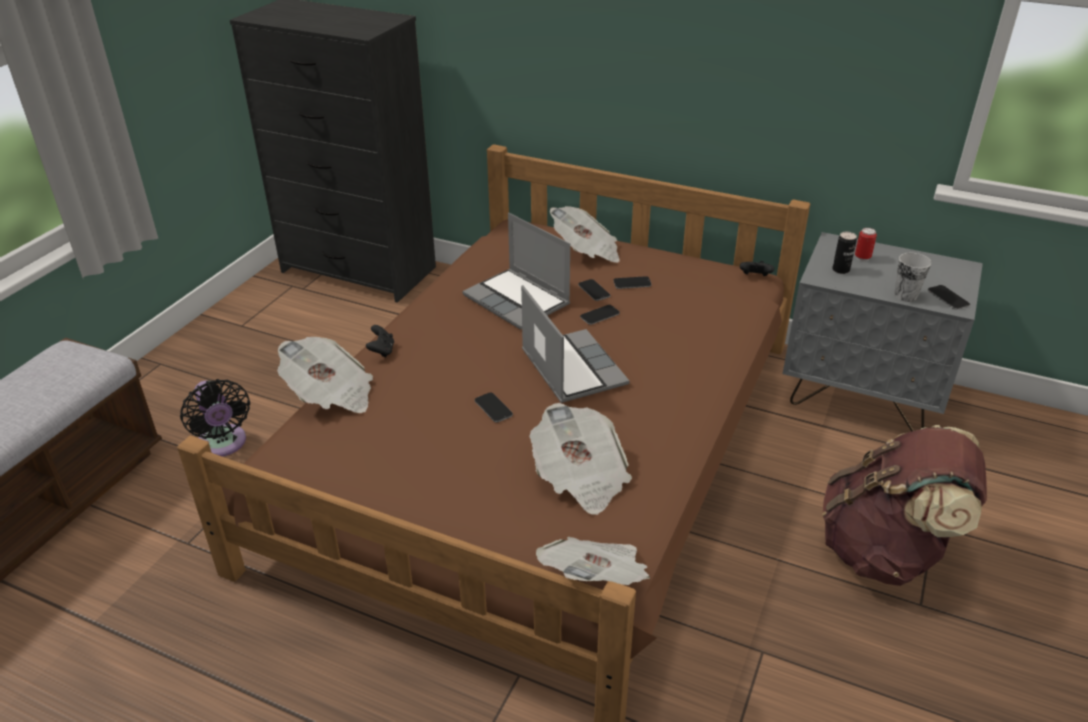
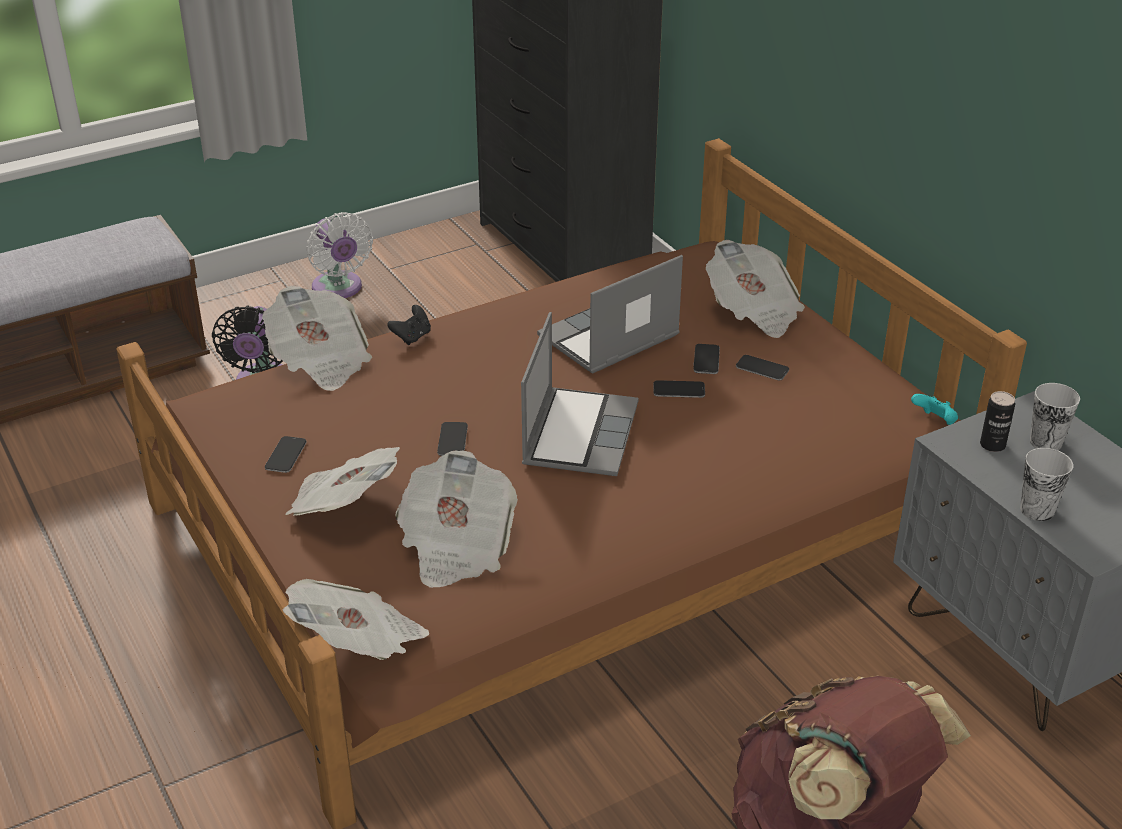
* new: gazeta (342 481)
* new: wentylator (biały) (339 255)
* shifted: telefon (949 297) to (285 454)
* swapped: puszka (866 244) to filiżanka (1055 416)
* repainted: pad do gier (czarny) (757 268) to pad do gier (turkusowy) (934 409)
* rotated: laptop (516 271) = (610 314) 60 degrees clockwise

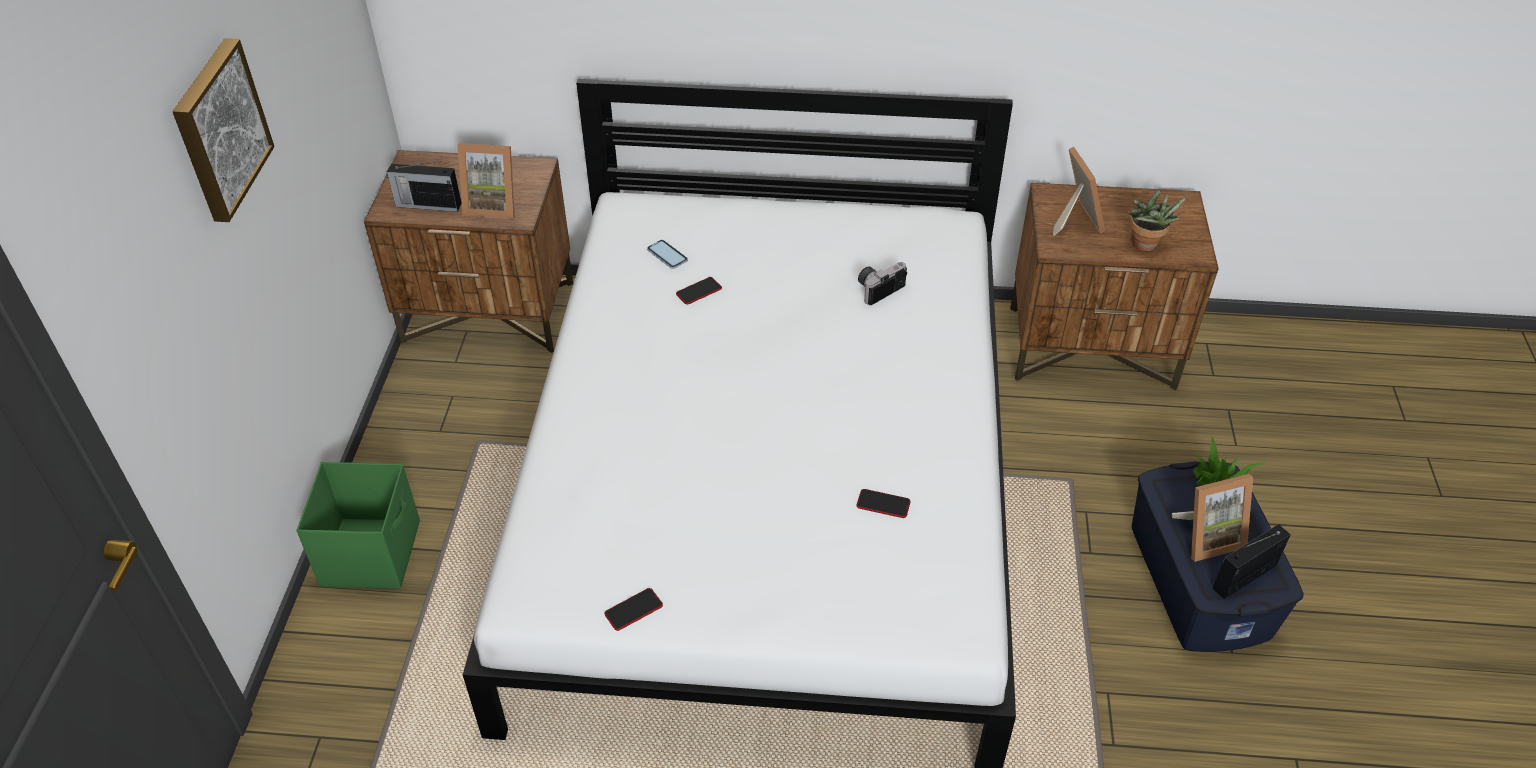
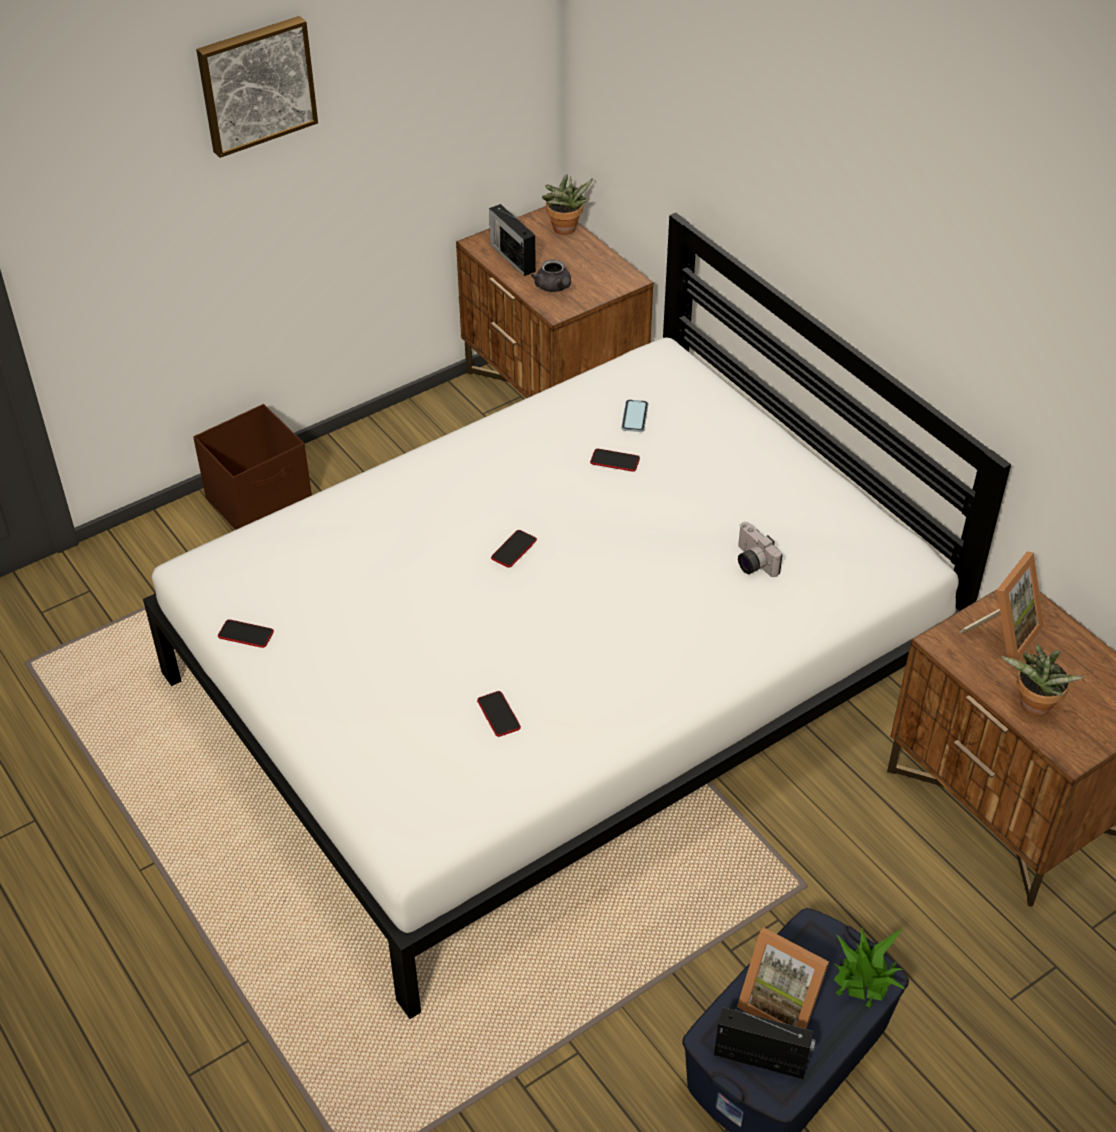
* new: telefon (514 549)
* new: roślina doniczkowa (567 204)
* swapped: ramka na zdjęcie (486 181) to imbryk (szary) (551 275)
* repainted: pojemnik do przechowywania (zielony) (358 525) to pojemnik do przechowywania (brązowy) (252 467)
* rotated: aparat fotograficzny (882 283) = (760 549) 135 degrees counterclockwise

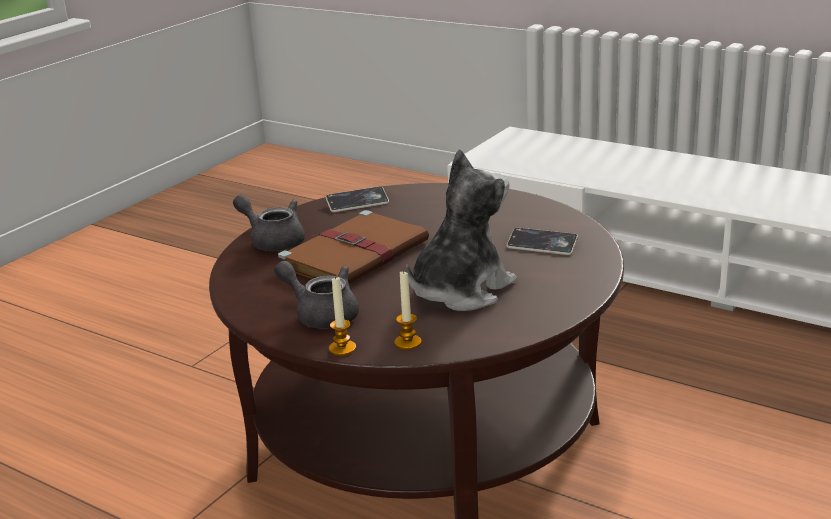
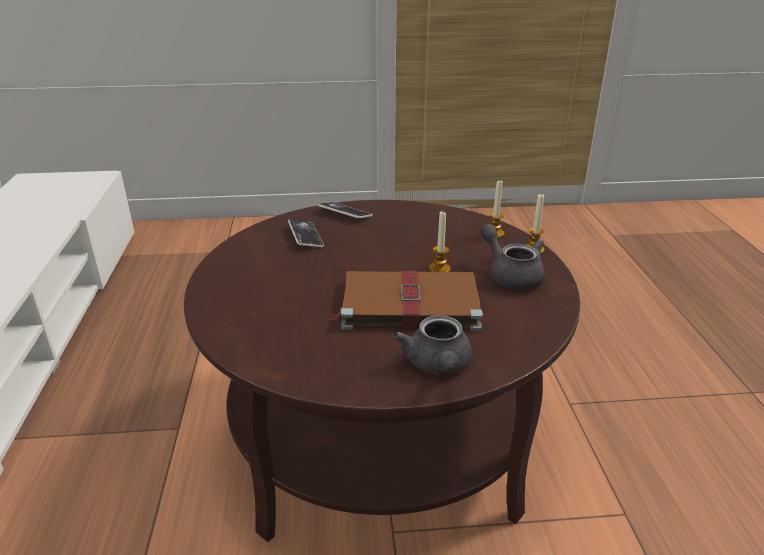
* gone: pluszak (461 230)
* new: świeca (440 241)
* shifted: telefon (357 199) to (345 210)
* rotated: imbryk (szary) (316 294) = (513 257) 150 degrees clockwise

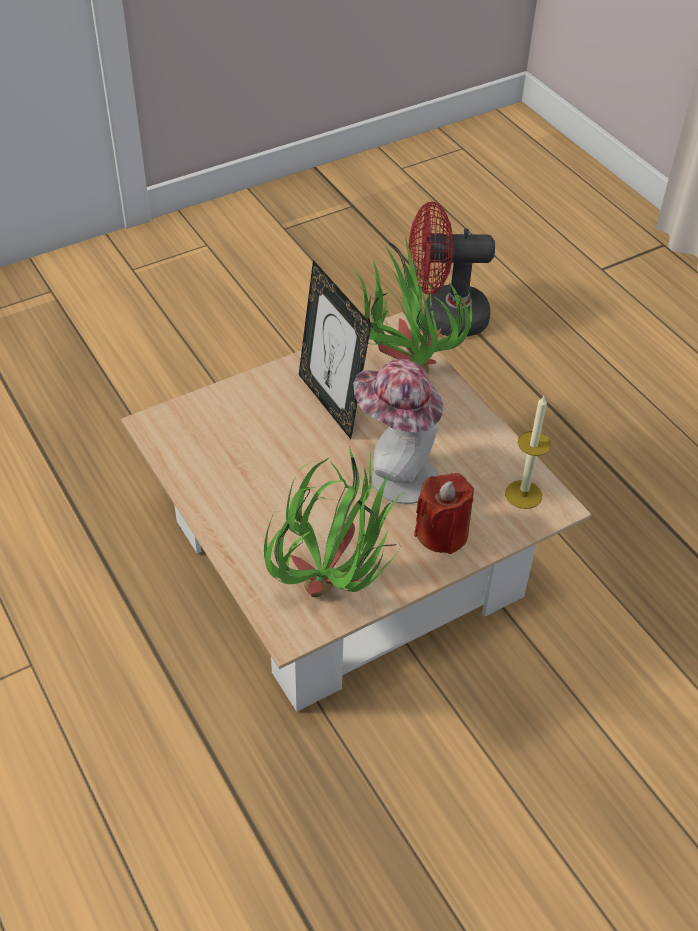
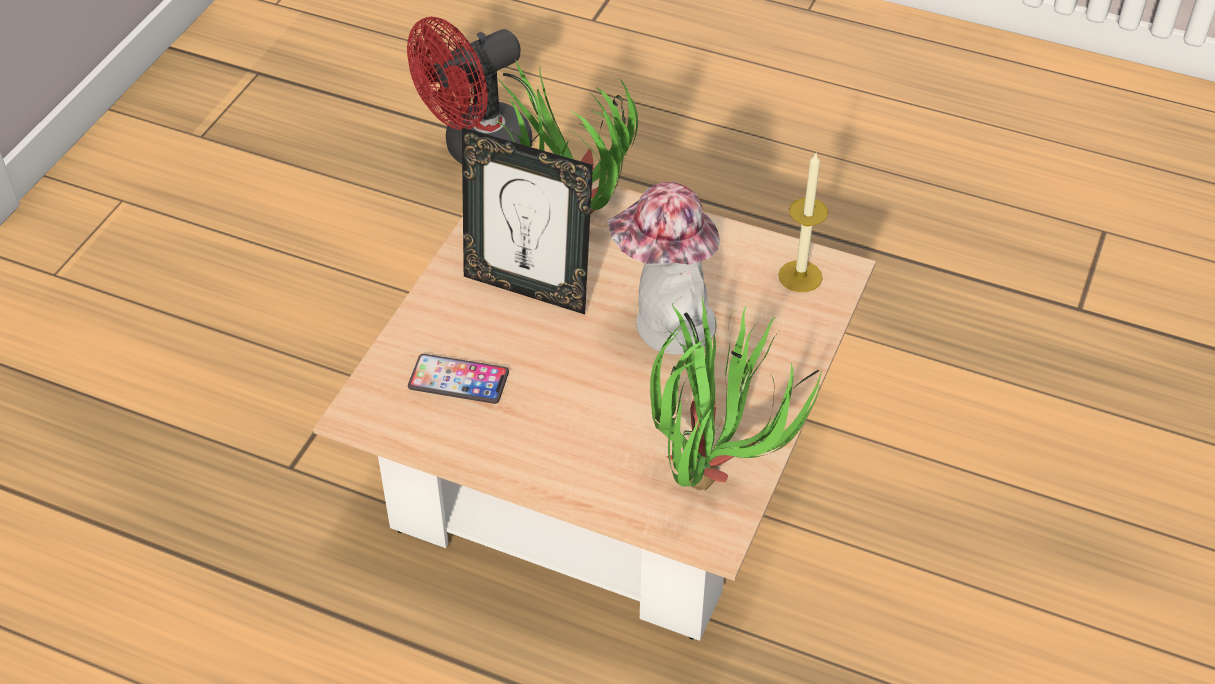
* gone: świeca (czerwony) (444 513)
* new: telefon (458 379)

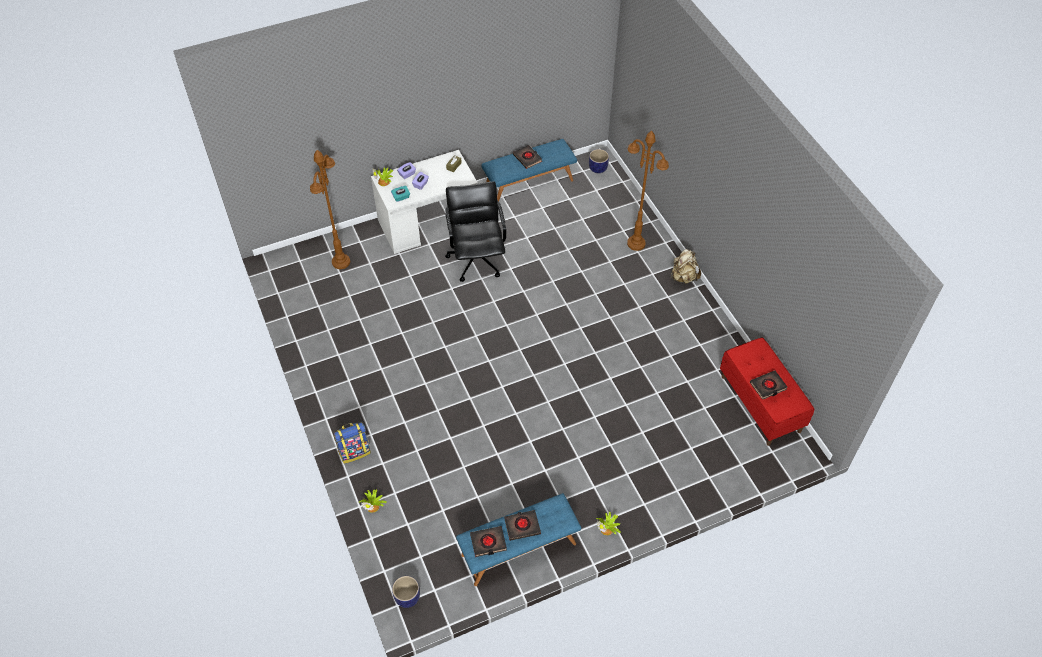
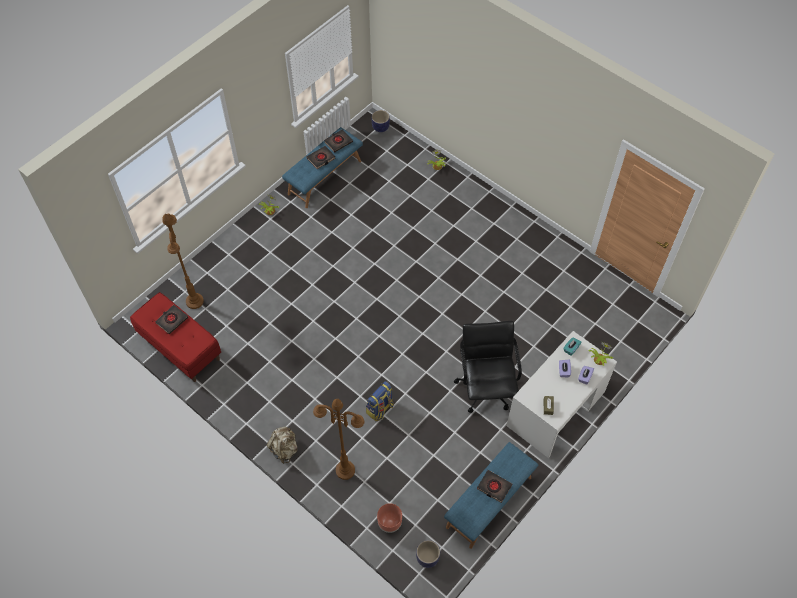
* new: donica (brązowy) (389 518)
* shifted: lampa stojąca (brązowy) (330 209) to (183 261)
* shifted: plecak (352 443) to (380 401)
* rotated: krzesło biurowe (czarny) (475 231) = (488 367) 150 degrees counterclockwise

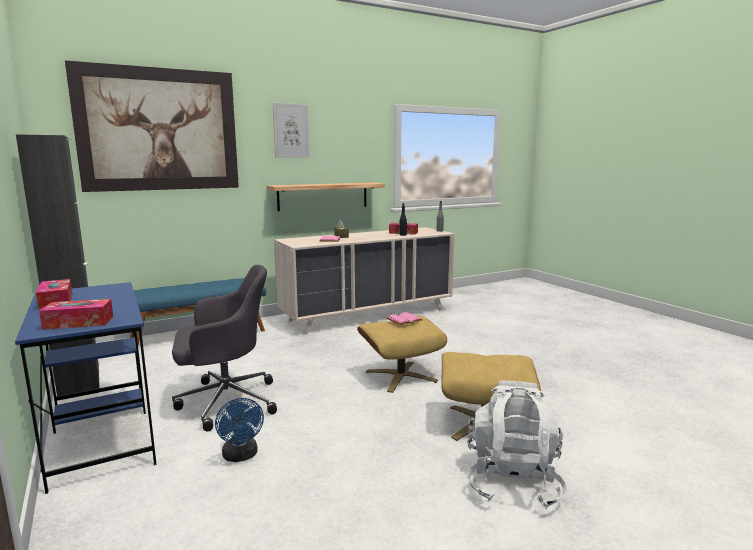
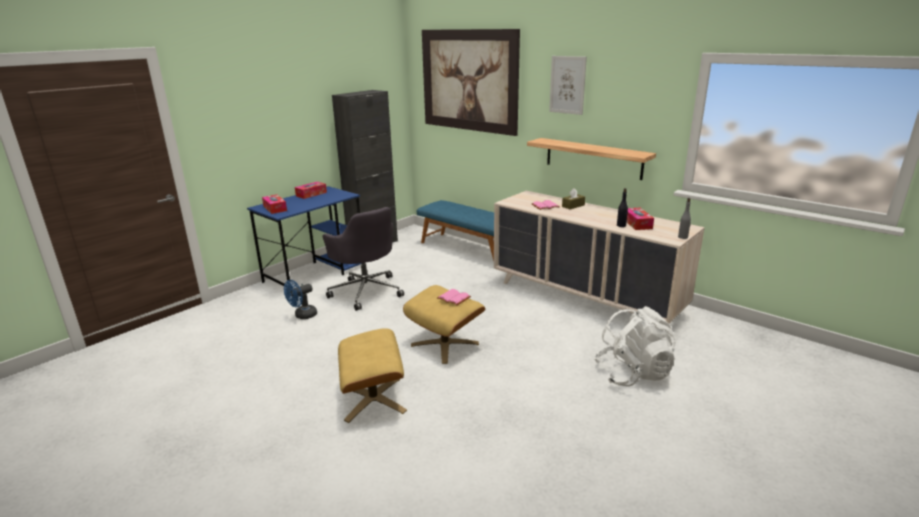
* shifted: plecak (biały) (517 445) to (635 346)

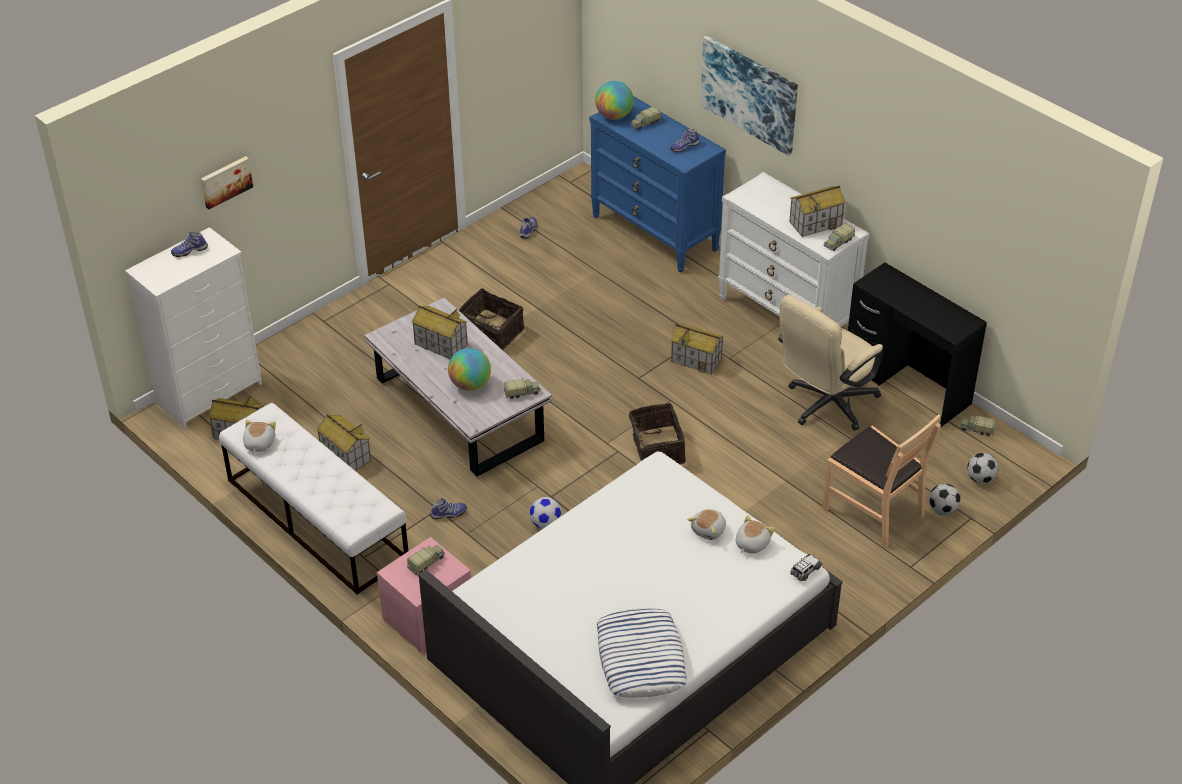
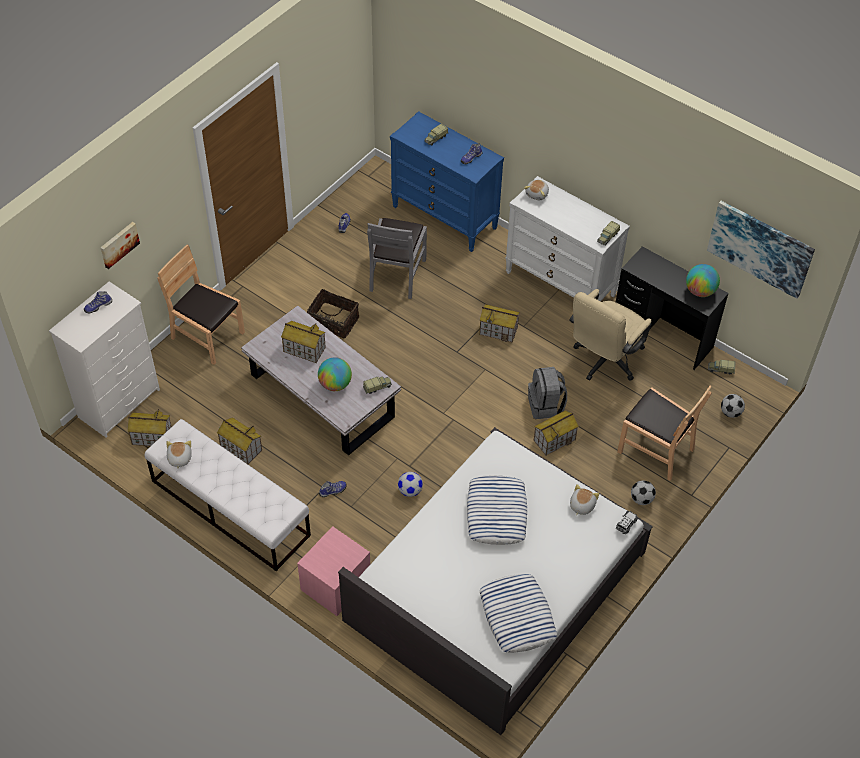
* gone: ciężarówka zabawkowa (426 560)
* gone: koszyk (657 433)
* new: krzesło (brązowy) (201 304)
* new: krzesło (szary) (397 258)
* new: poduszka (497 510)
* new: plecak (szary) (547 393)
* shifted: globus (614 100) to (703 280)
* shifted: pluszak (707 524) to (536 190)
* shifted: obraz (749 96) to (761 250)
* shifted: domek (817 211) to (556 433)
* shifted: piłka futbolowa (945 499) to (643 492)

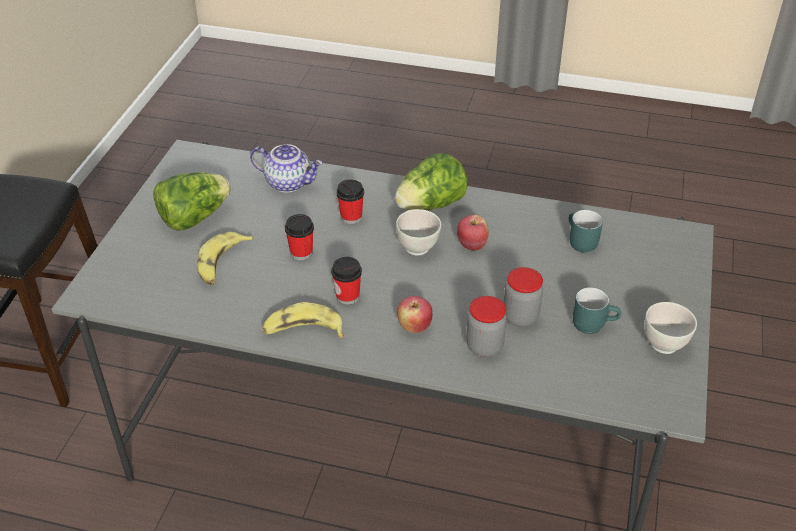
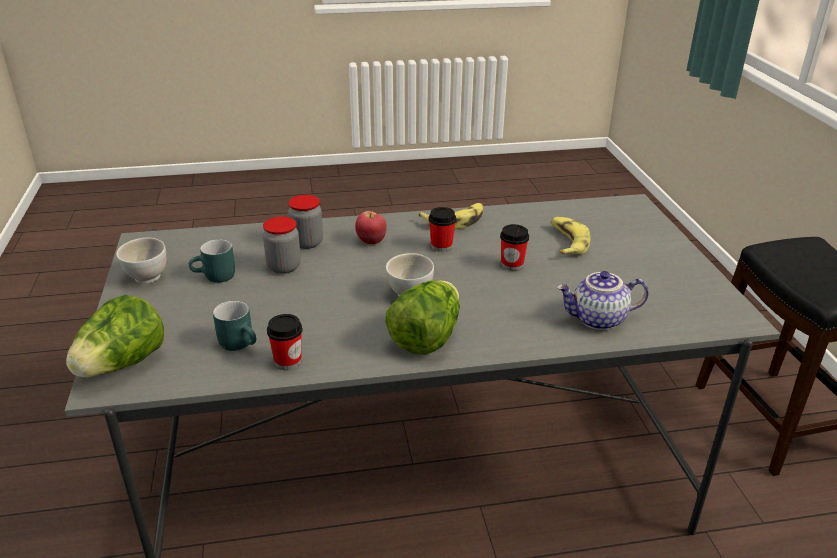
* gone: jabłko (473 233)
* shifted: sałata (192 201) to (115 336)
* shifted: filiżanka (350 201) to (285 342)

